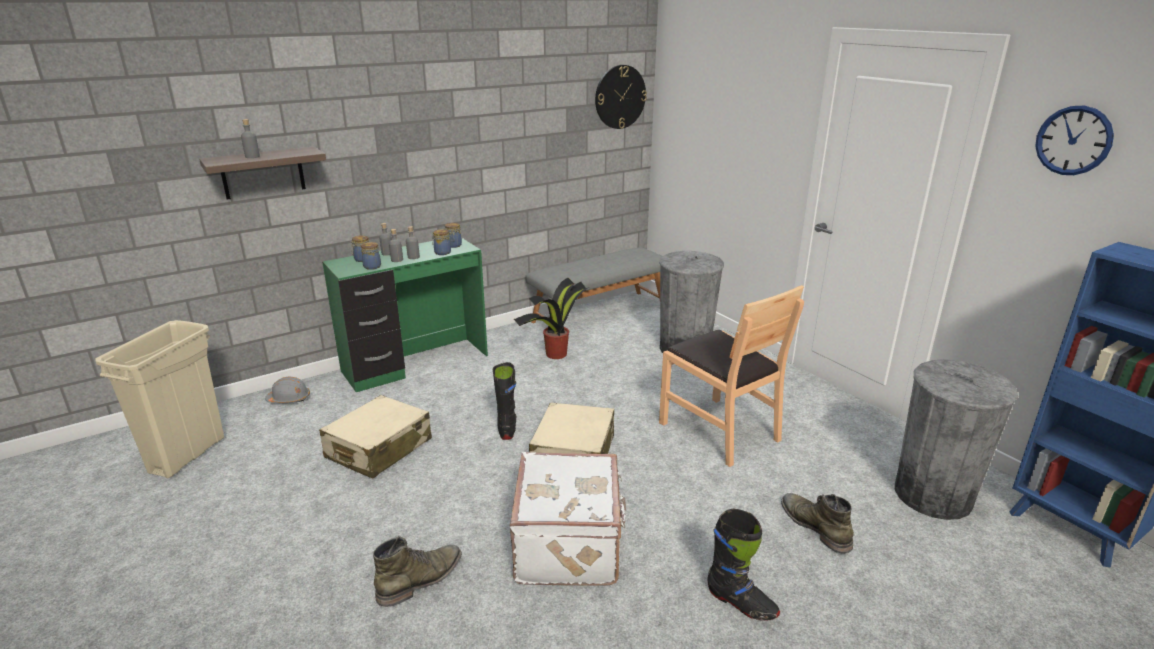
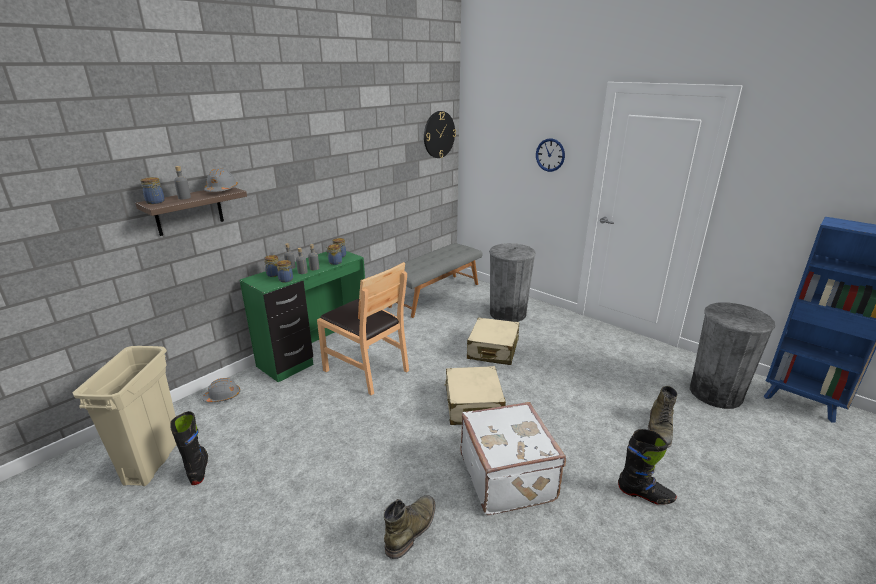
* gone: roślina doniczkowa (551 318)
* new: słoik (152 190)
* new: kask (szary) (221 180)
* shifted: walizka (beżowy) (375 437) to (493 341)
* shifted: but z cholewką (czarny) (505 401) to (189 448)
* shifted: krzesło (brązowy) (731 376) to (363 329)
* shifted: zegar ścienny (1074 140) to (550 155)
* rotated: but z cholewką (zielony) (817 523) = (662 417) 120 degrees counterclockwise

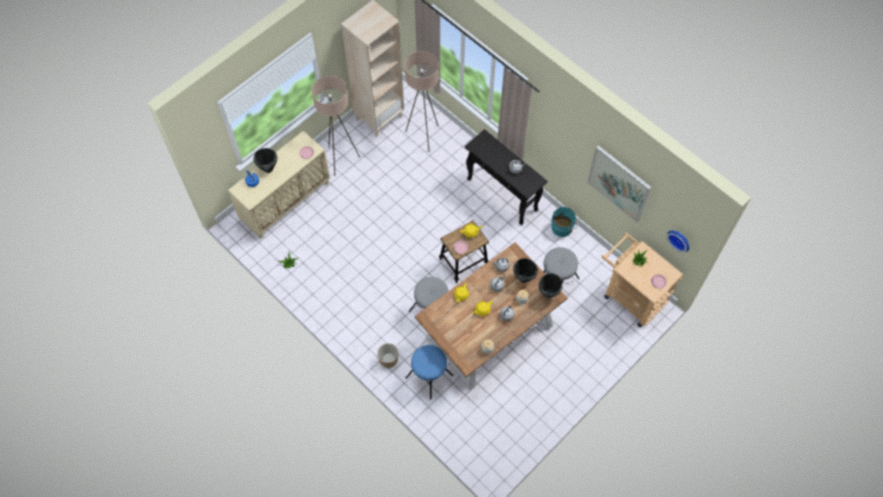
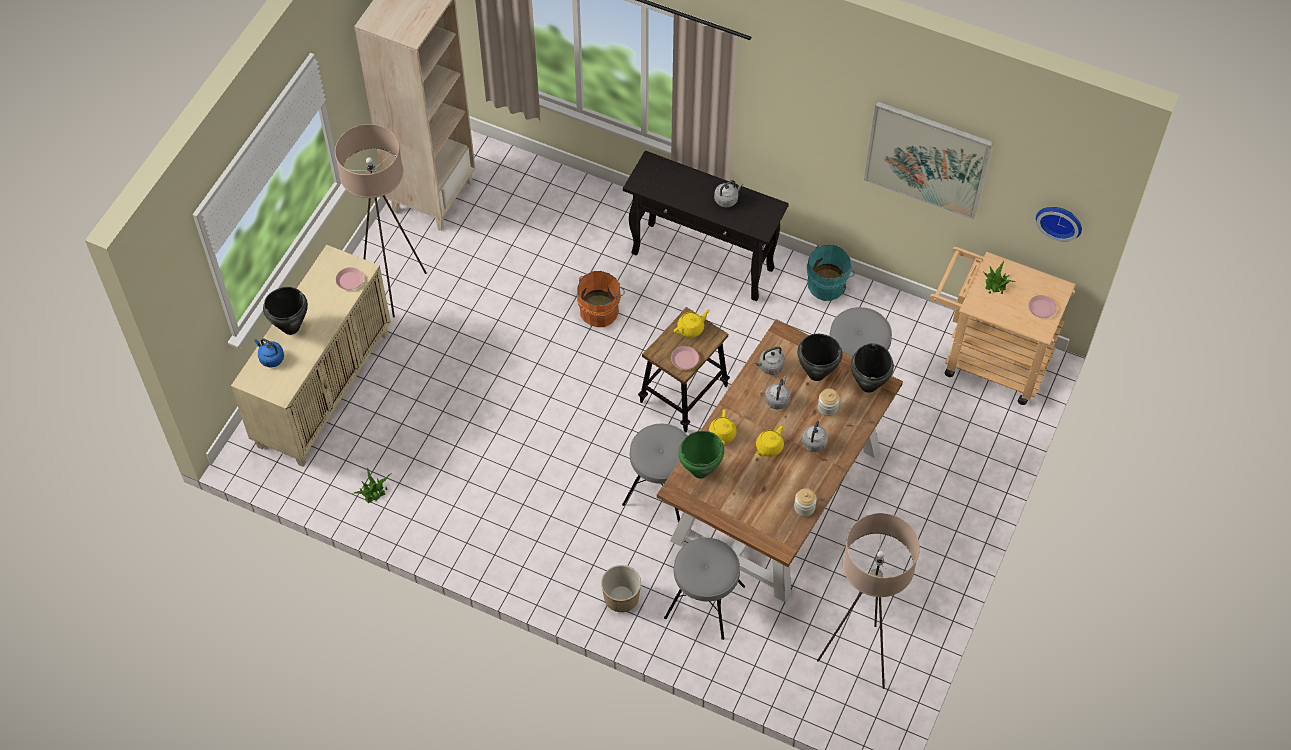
* new: wiadro (pomarańczowy) (601 299)
* new: garnek (zielony) (701 455)
* shifted: lampa stojąca (beżowy) (422 101) to (868 601)
* repainted: stołek (niebieski) (429 372) to stołek (szary) (704 589)

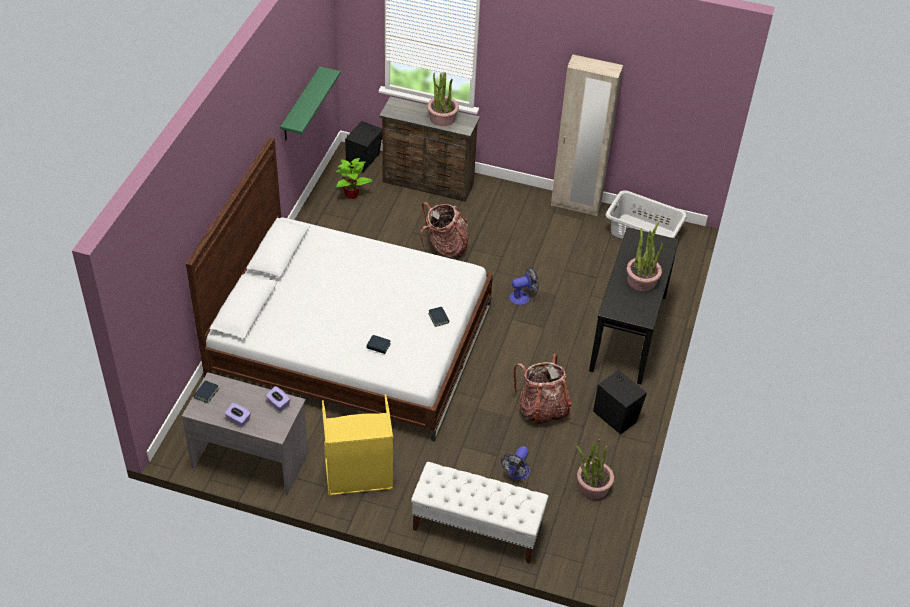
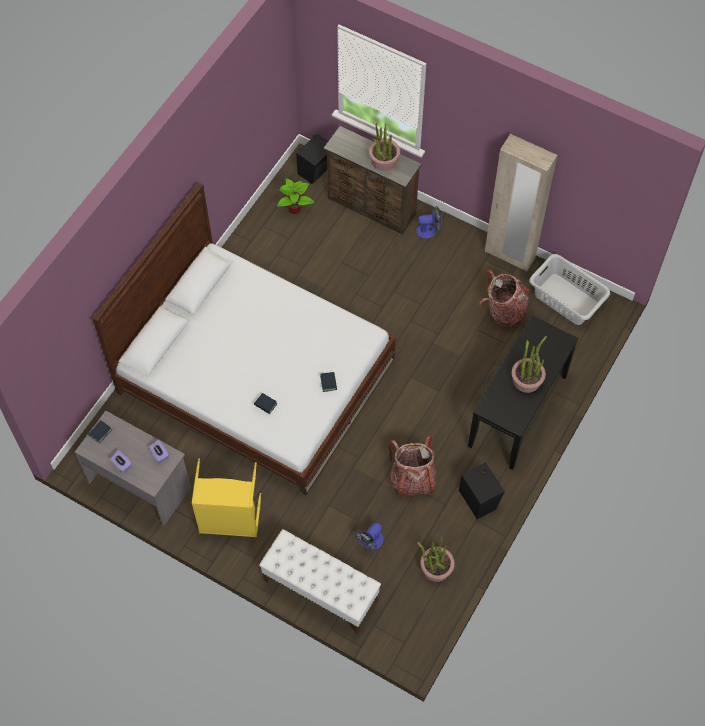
* gone: półka (zielony) (310 104)
* shifted: plecak (444 230) to (504 298)
* shifted: wentylator (524 286) to (429 222)

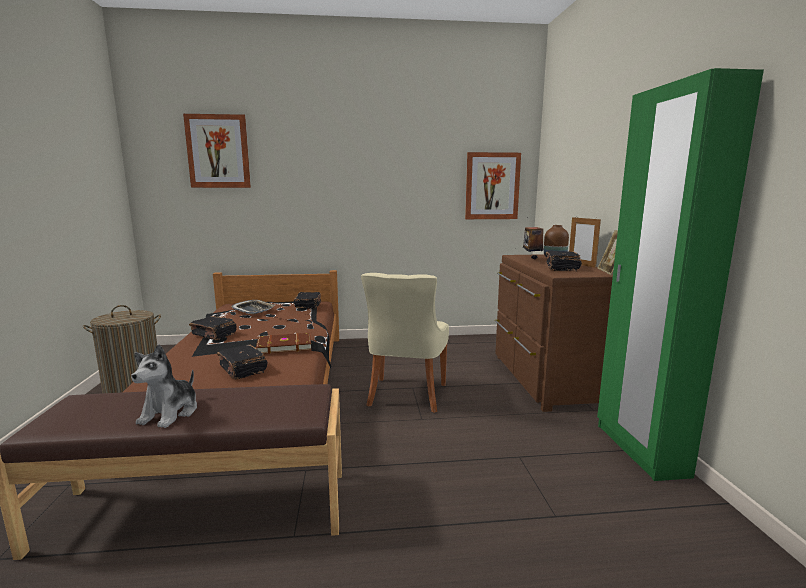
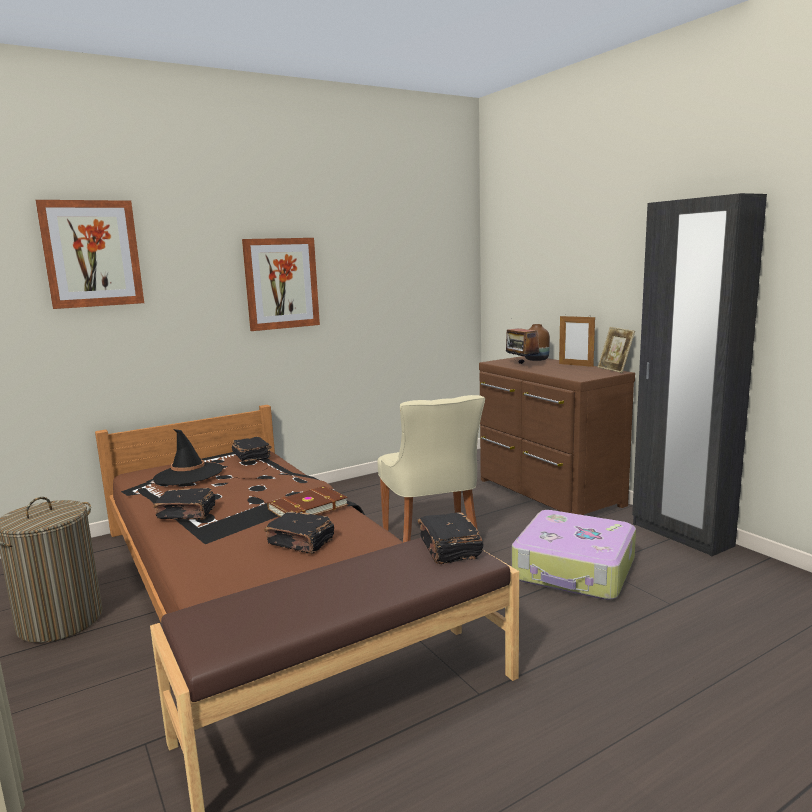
* gone: pluszak (164 386)
* new: walizka (574 555)
* shifted: obraz (493 185) to (281 284)
* shifted: książka (czarny) (564 261) to (451 538)
* swapped: taca (253 307) to kapelusz (czarny) (188 457)
* repainted: szafa (zielony) (680 274) to szafa (czarny) (699 374)

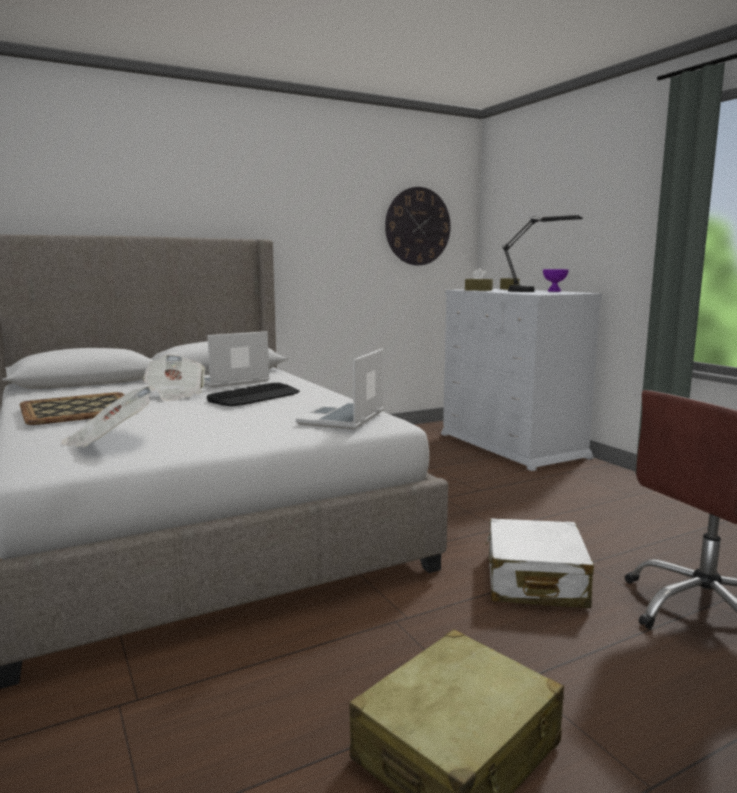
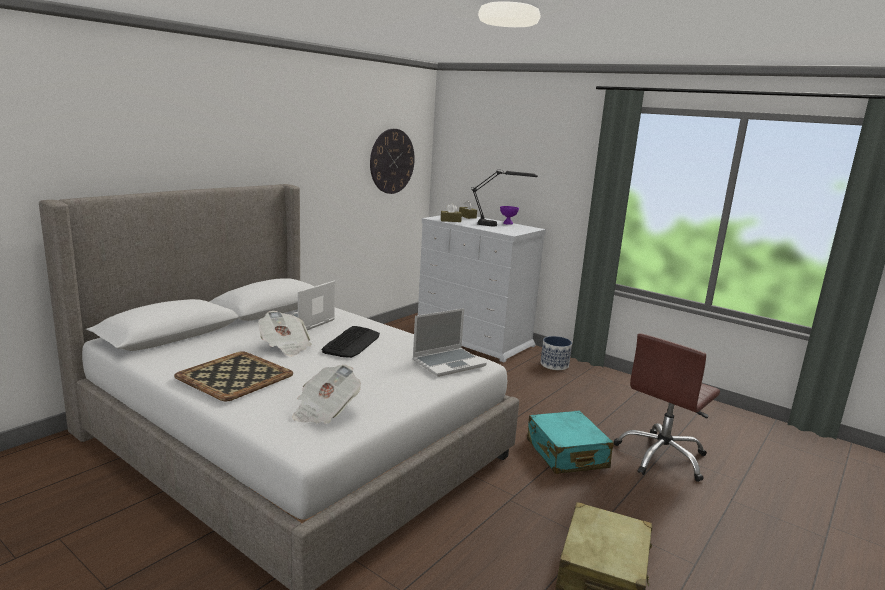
* new: donica (556 353)
* repainted: walizka (biały) (540 563) to walizka (turkusowy) (570 442)
* rotated: laptop (340 388) = (449 342) 120 degrees counterclockwise

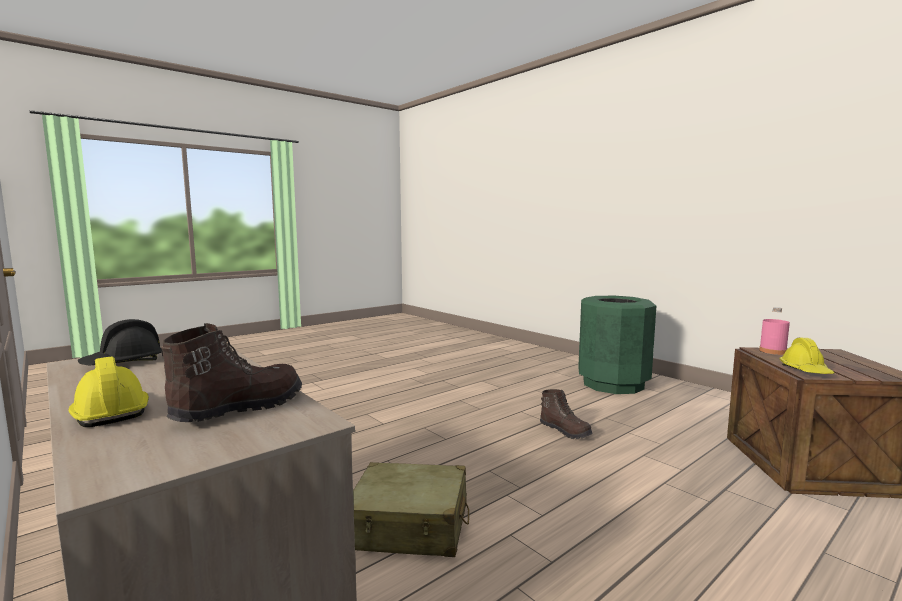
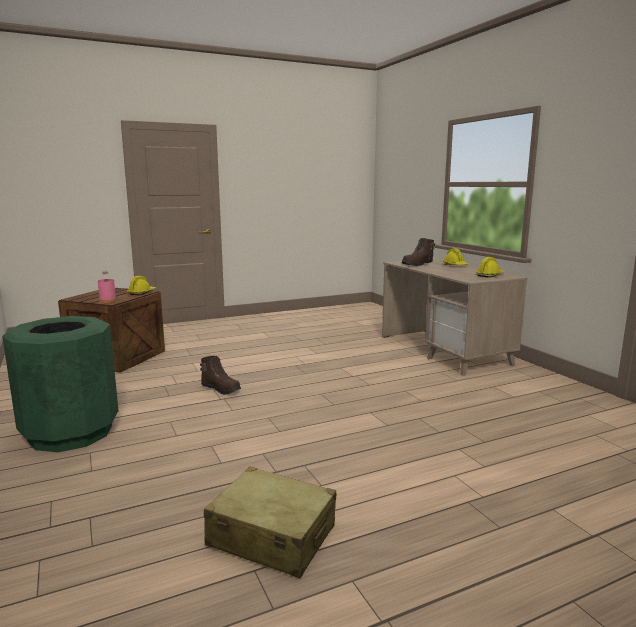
* shifted: walizka (beżowy) (411 509) to (270 522)
* repainted: kask (czarny) (120 342) to kask (żółty) (490 267)
* rotated: but z cholewką (brązowy) (566 414) = (220 375) 150 degrees clockwise

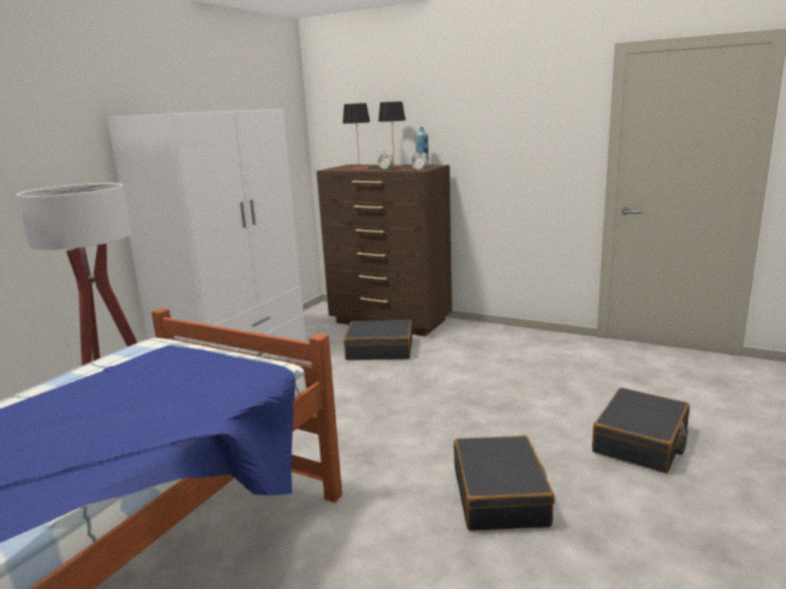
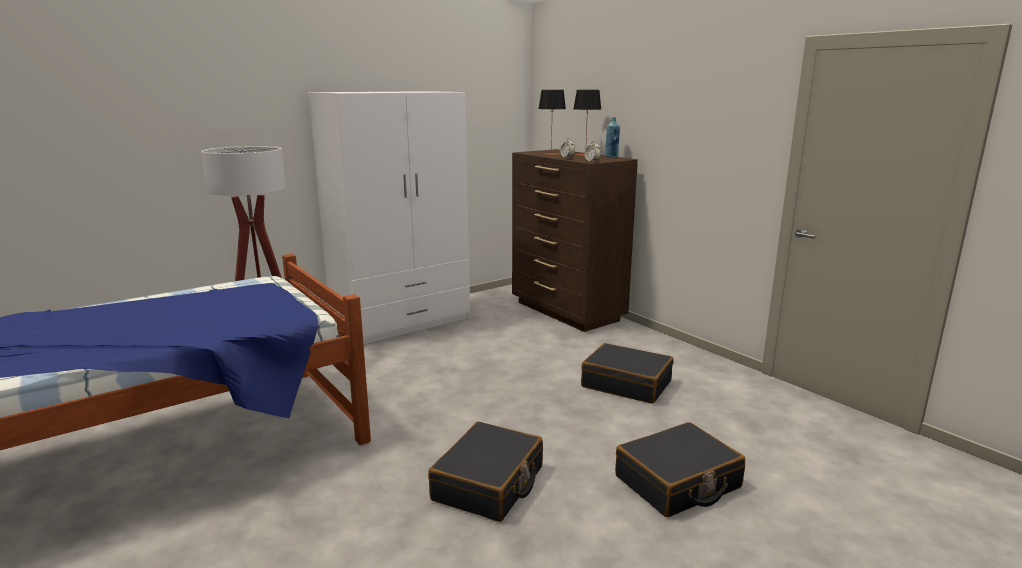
* shifted: walizka (czarny) (378 340) to (627 373)

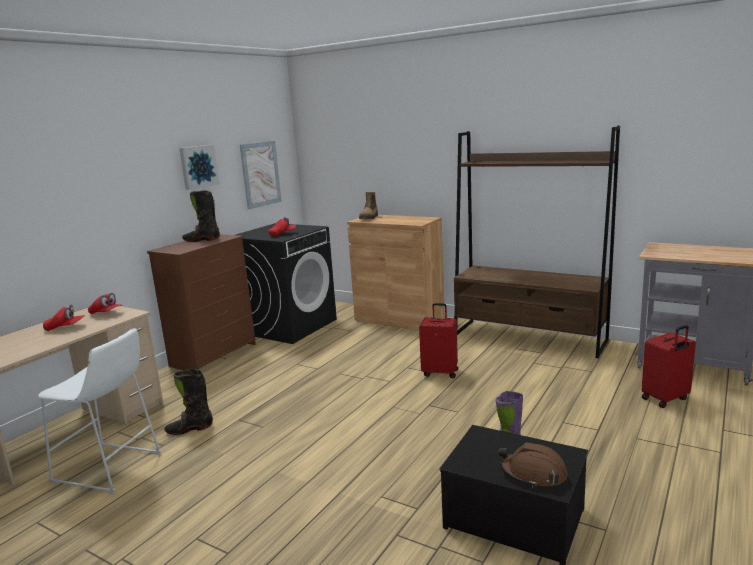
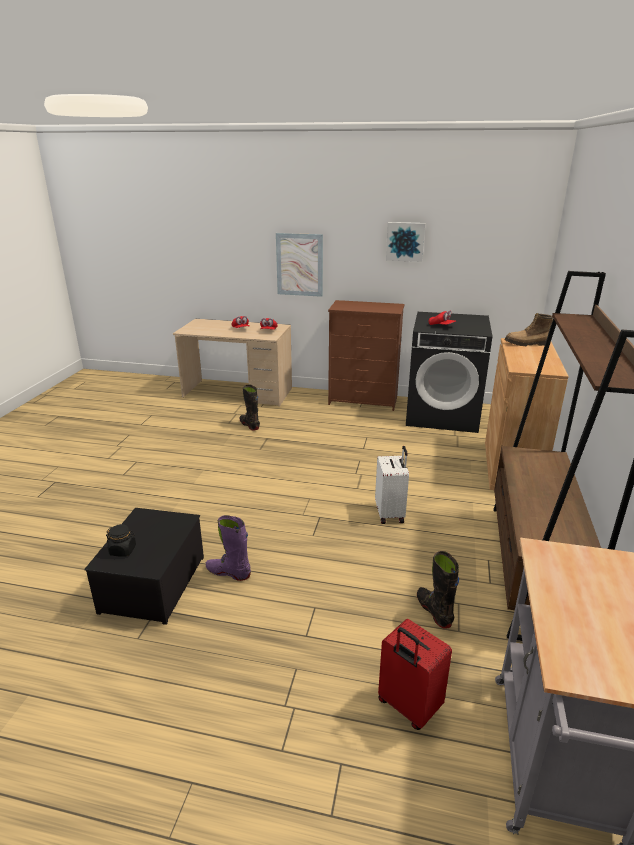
* gone: stołek (biały) (99 411)
* shifted: but z cholewką (czarny) (201 216) to (438 590)
* shifted: obraz (261 175) to (299 265)
* swapped: kask (brązowy) (533 465) to słoik (czarny) (121 540)
* repainted: walizka (czerwony) (438 340) to walizka (biały) (392 485)

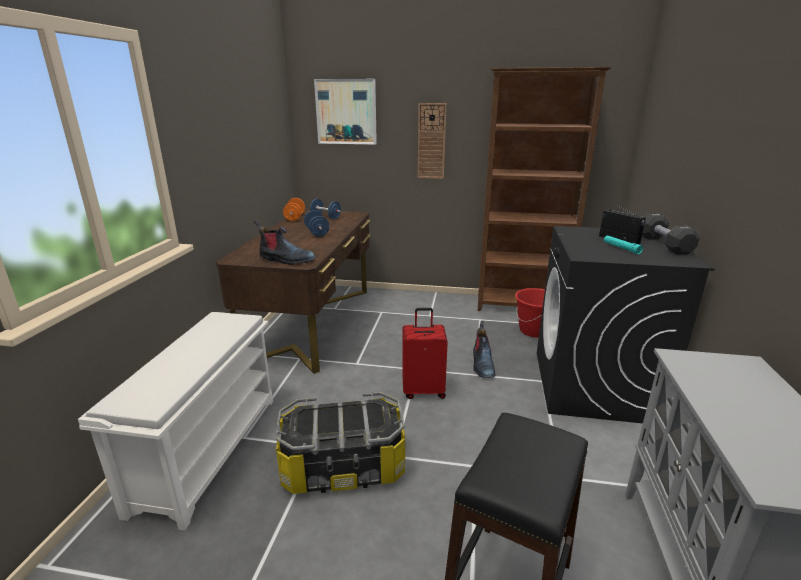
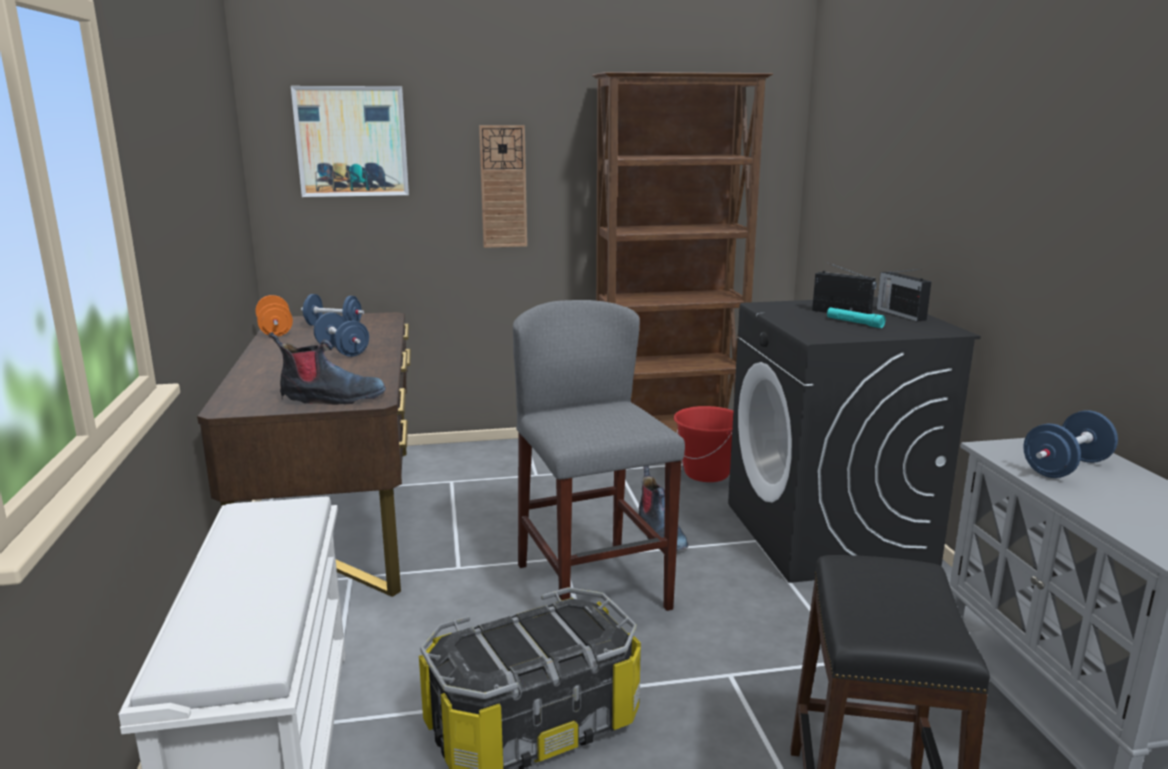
* new: hantel (niebieski) (1070 444)
* swapped: walizka (czerwony) (425 353) to stołek (szary) (599 455)
* swapped: hantel (czarny) (671 234) to radio (904 295)

